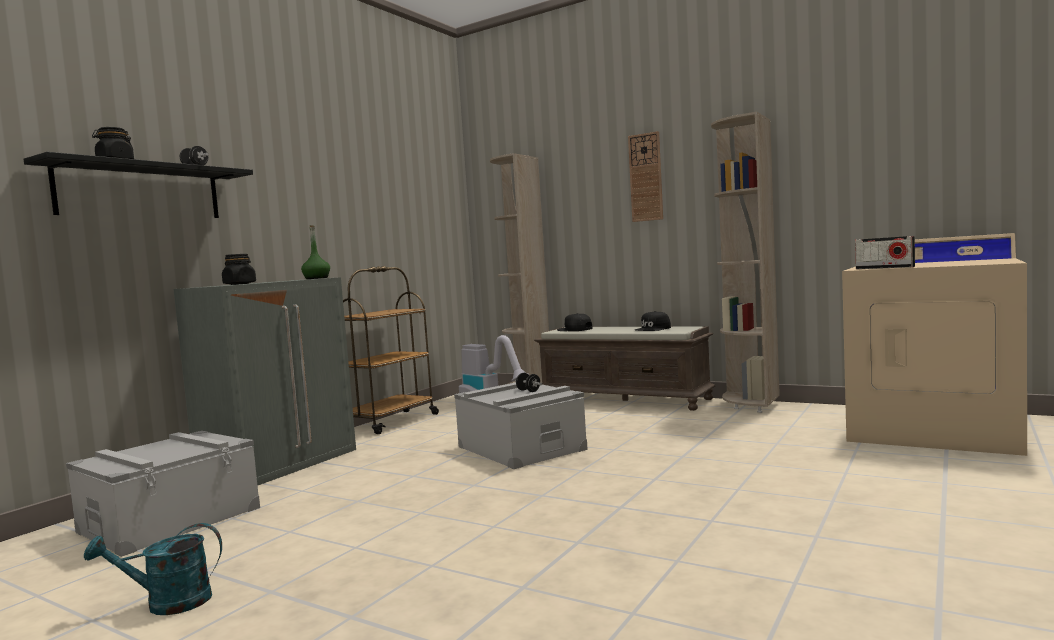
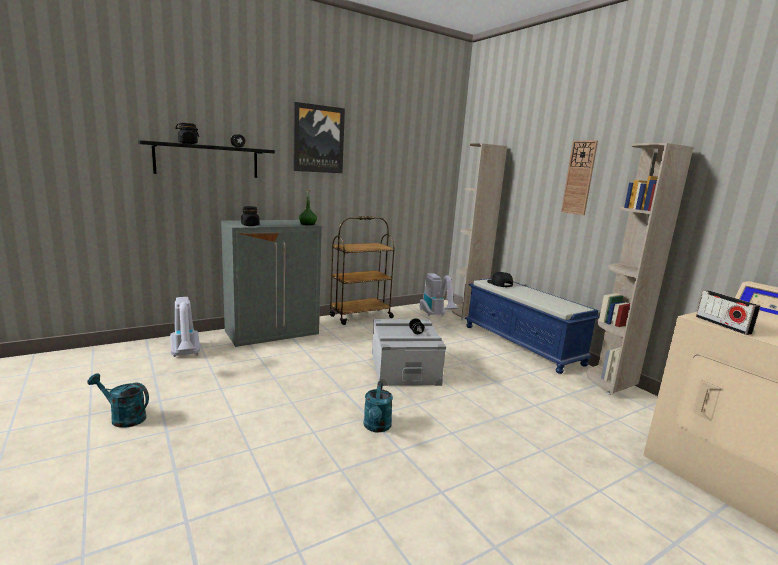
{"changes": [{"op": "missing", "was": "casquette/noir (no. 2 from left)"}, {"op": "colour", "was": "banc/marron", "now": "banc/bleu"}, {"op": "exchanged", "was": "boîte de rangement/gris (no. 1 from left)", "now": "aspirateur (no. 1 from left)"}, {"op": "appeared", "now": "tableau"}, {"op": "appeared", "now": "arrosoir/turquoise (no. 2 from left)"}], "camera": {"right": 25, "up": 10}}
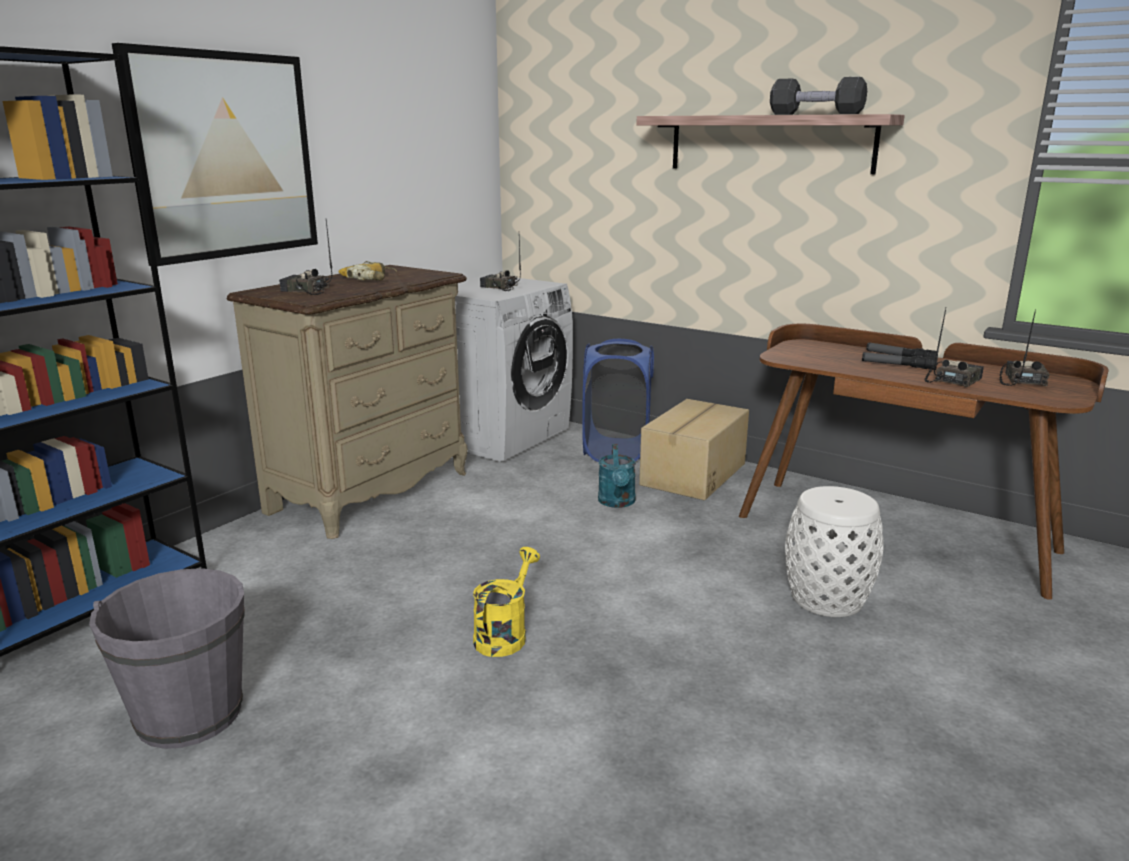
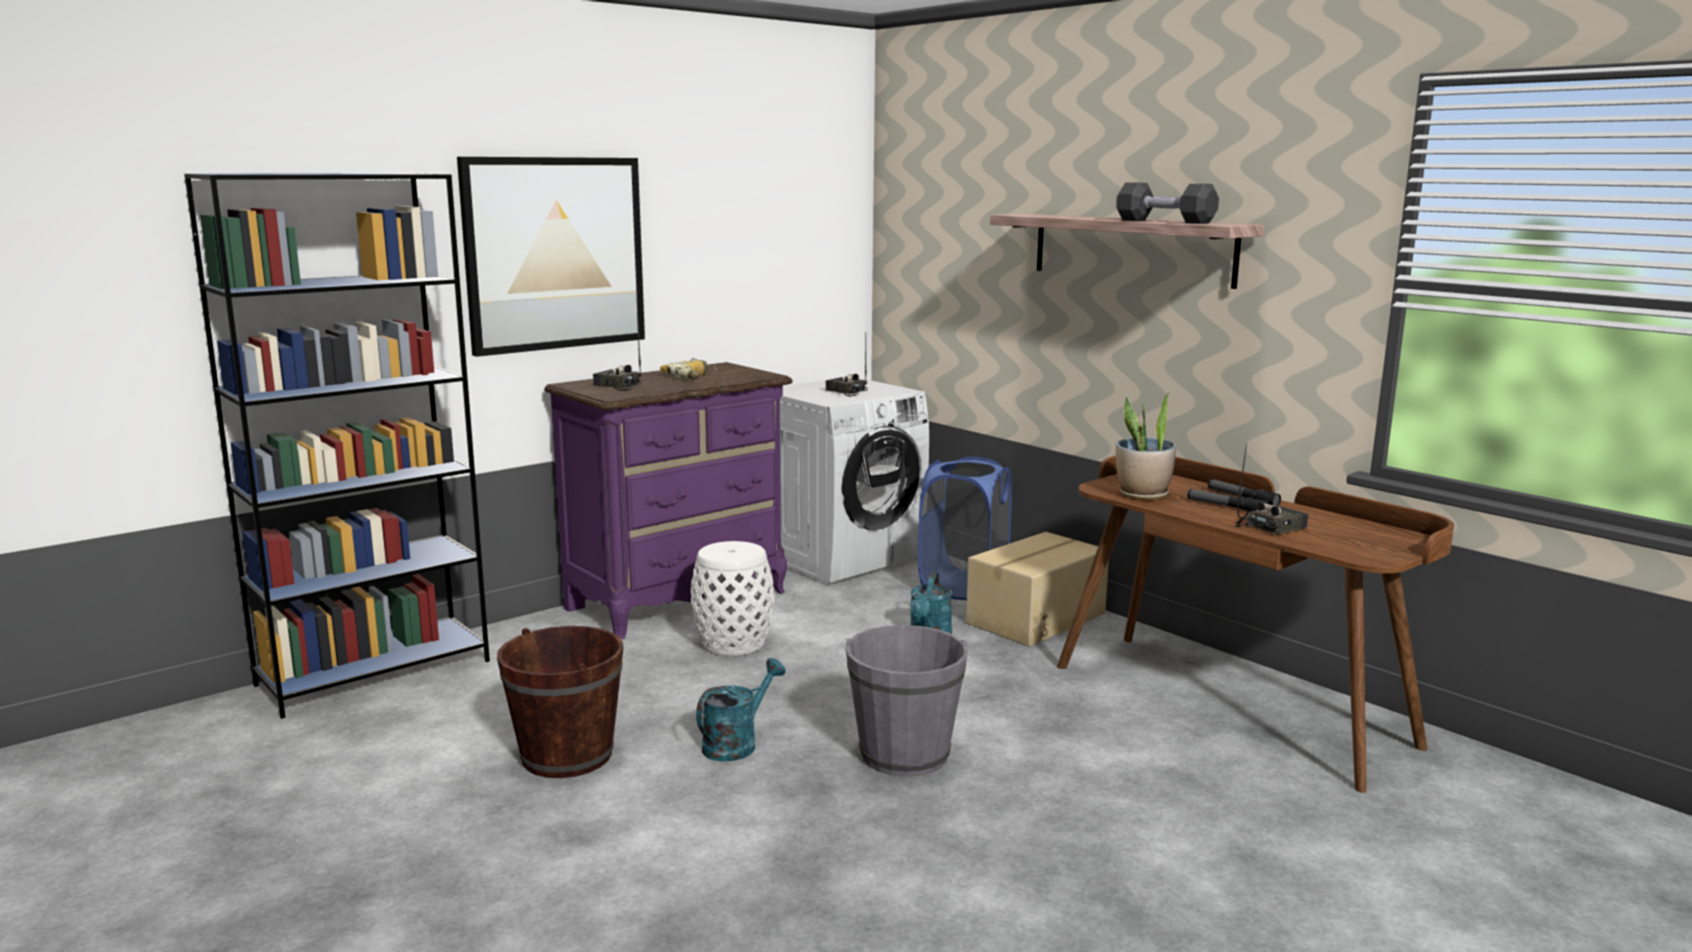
{"changes": [{"op": "colour", "was": "commode/beige", "now": "commode/violet"}, {"op": "missing", "was": "radio (no. 4 from left)"}, {"op": "relocated", "was": "tabouret/blanc"}, {"op": "colour", "was": "arrosoir/jaune", "now": "arrosoir/turquoise (no. 1 from left)"}, {"op": "relocated", "was": "seau/gris"}, {"op": "appeared", "now": "plante en pot"}, {"op": "appeared", "now": "seau/marron"}], "camera": {"right": 15, "up": -5}}
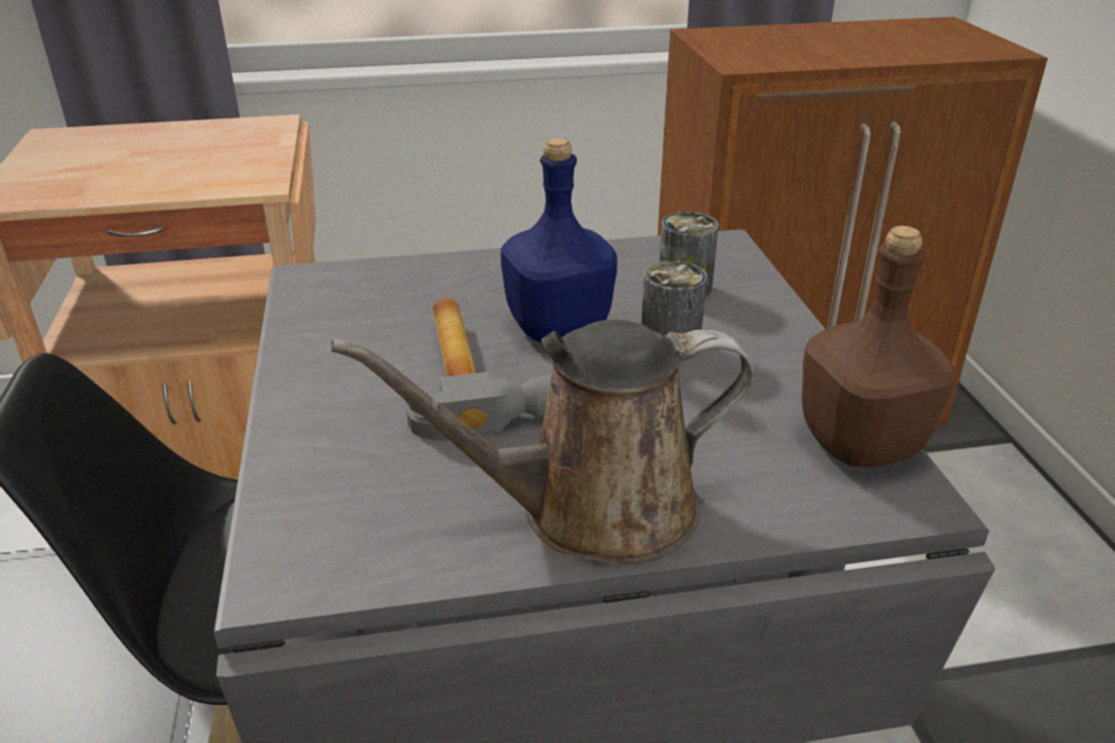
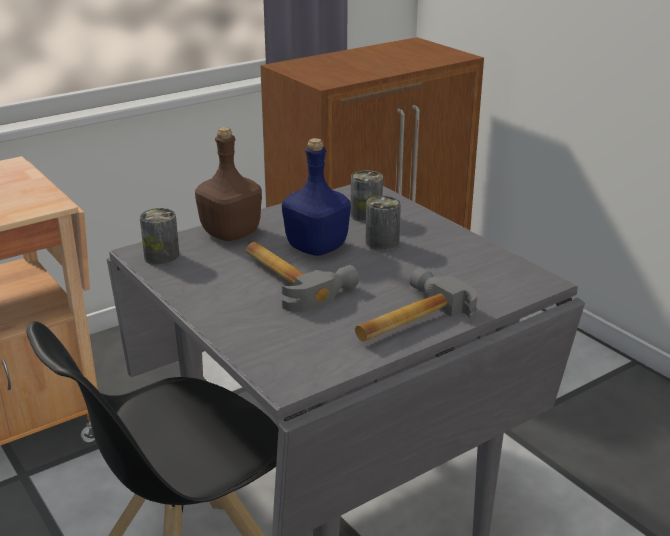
{"changes": [{"op": "relocated", "was": "bouteille/marron"}, {"op": "exchanged", "was": "arrosoir/marron", "now": "marteau (no. 2 from left)"}, {"op": "appeared", "now": "boîte métallique (no. 1 from left)"}], "camera": {"right": -25, "up": -5}}
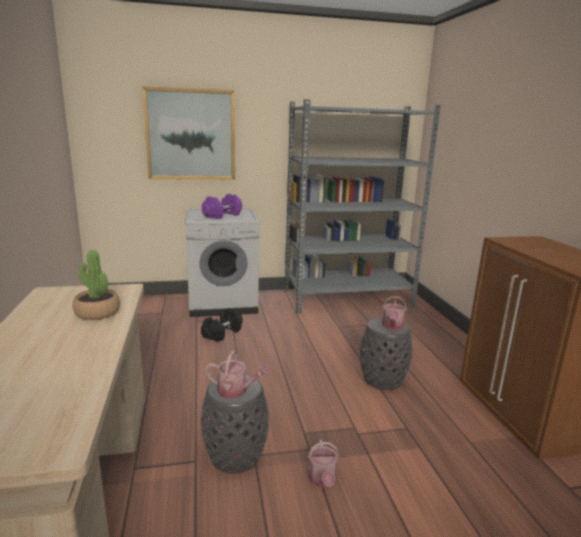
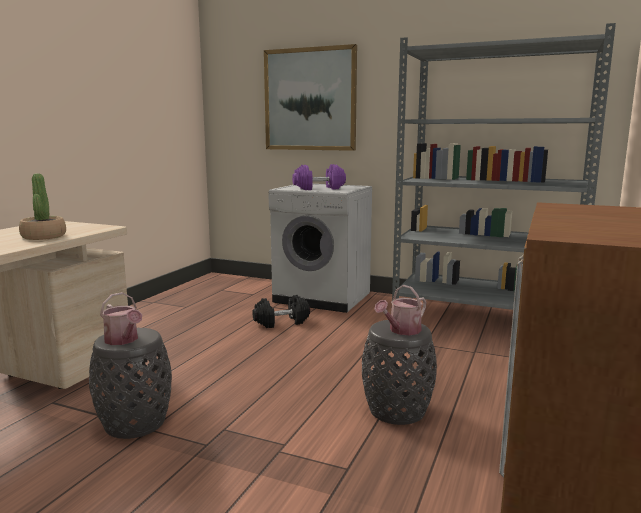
{"changes": [{"op": "missing", "was": "arrosoir (no. 2 from left)"}], "camera": {"right": 35, "up": -5}}
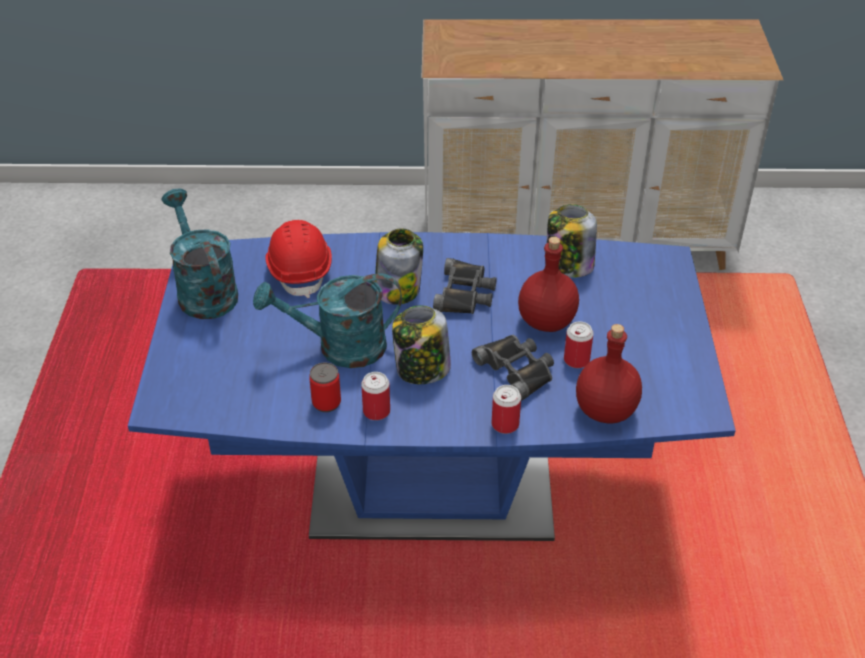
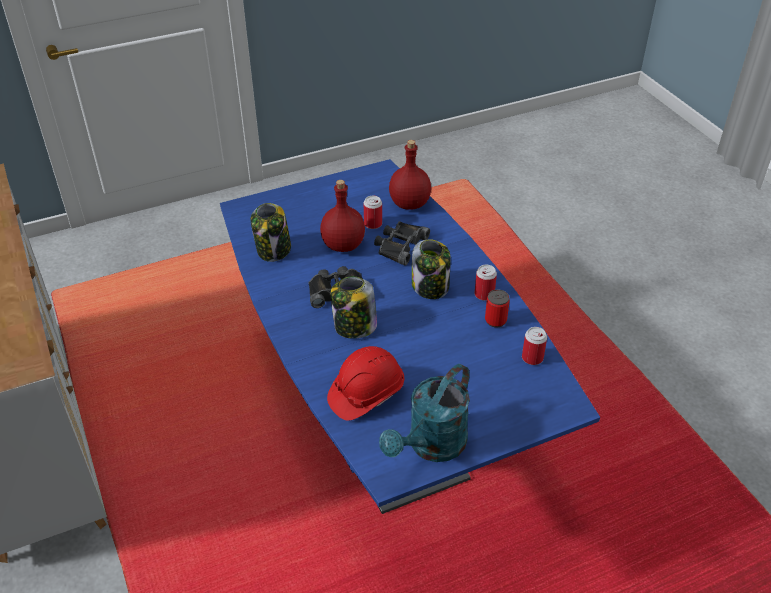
{"changes": [{"op": "missing", "was": "arrosoir/turquoise (no. 2 from left)"}, {"op": "relocated", "was": "boîte métallique (no. 3 from left in the first image)", "now": "boîte métallique (no. 4 from left)"}], "camera": {"right": -115, "up": 0}}
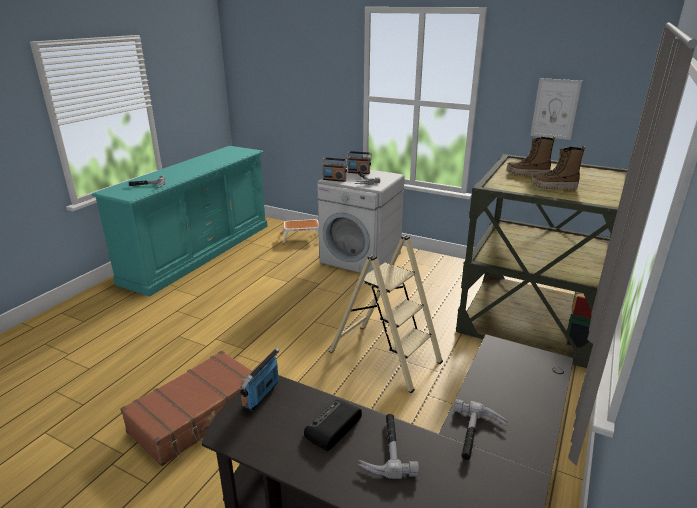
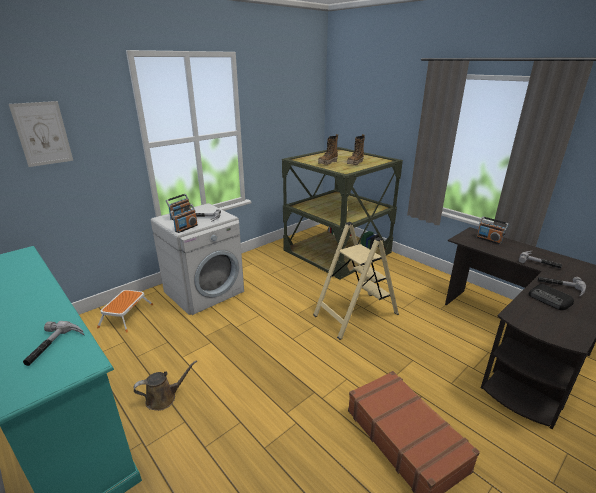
{"changes": [{"op": "relocated", "was": "tableau"}, {"op": "relocated", "was": "radio (no. 1 from left in the first image)", "now": "radio (no. 3 from left)"}, {"op": "appeared", "now": "arrosoir/marron"}], "camera": {"right": -70, "up": 0}}
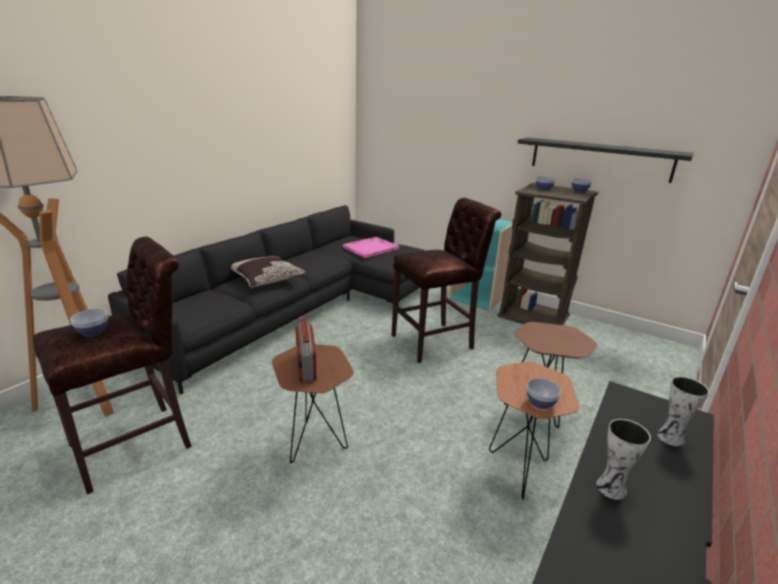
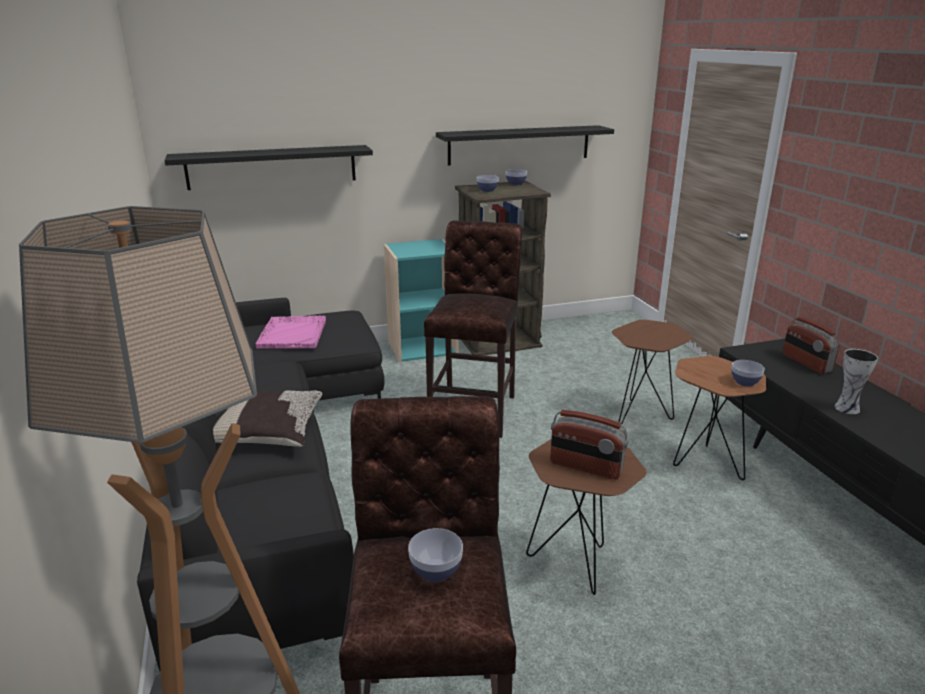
{"changes": [{"op": "exchanged", "was": "vase (no. 2 from left)", "now": "radio (no. 2 from left)"}, {"op": "appeared", "now": "étagère/noir (no. 1 from left)"}], "camera": {"right": -50, "up": 0}}
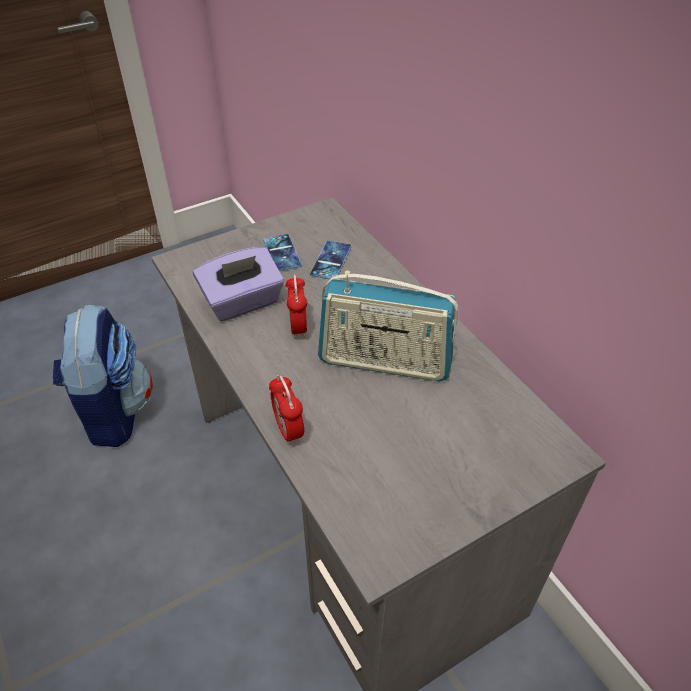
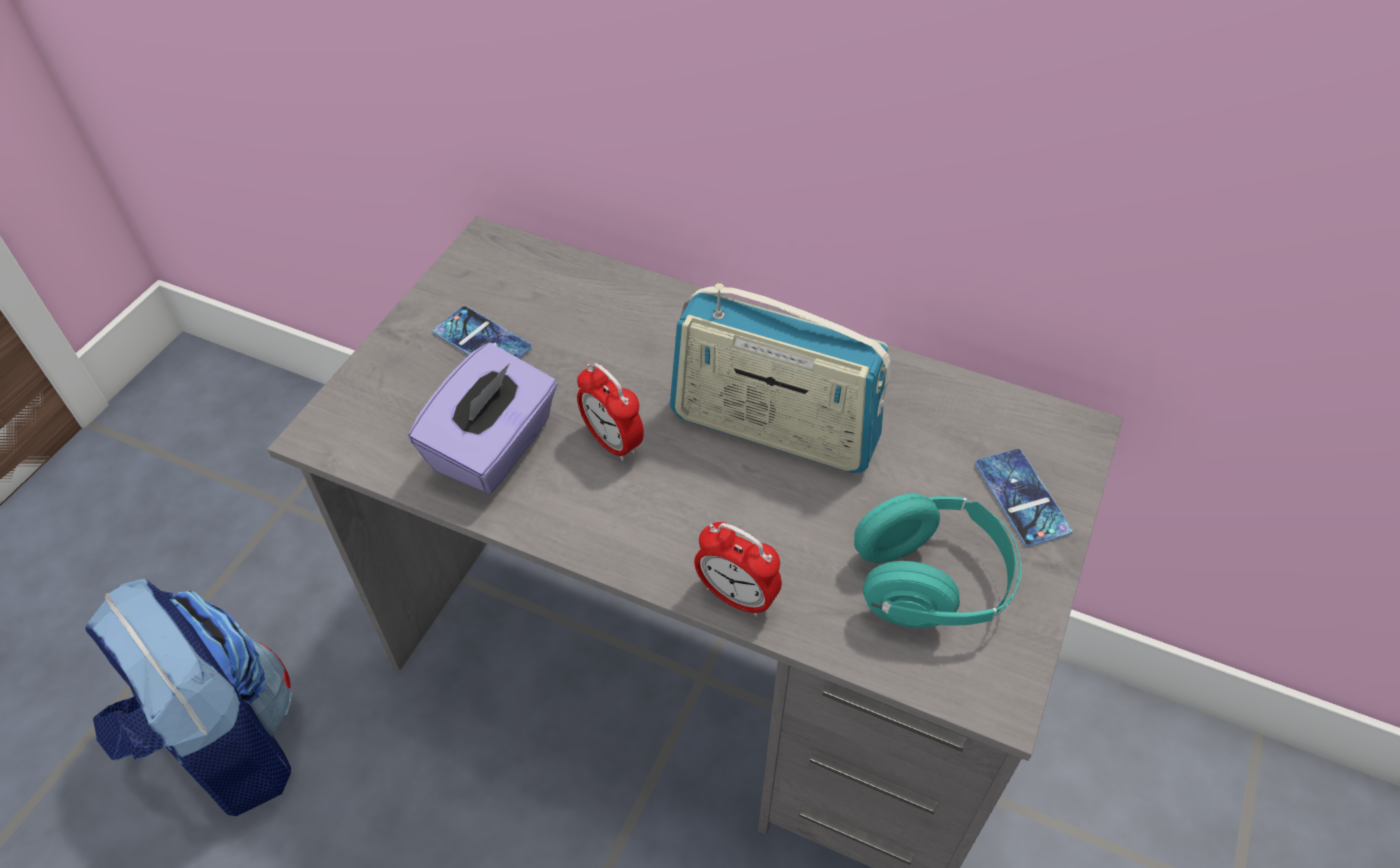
{"changes": [{"op": "relocated", "was": "téléphone (no. 2 from left)"}, {"op": "spun", "was": "radio", "clockwise": 45}, {"op": "appeared", "now": "casque audio/turquoise"}], "camera": {"right": -35, "up": 5}}
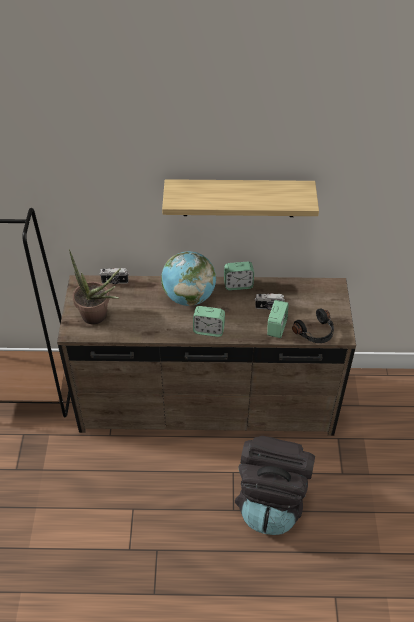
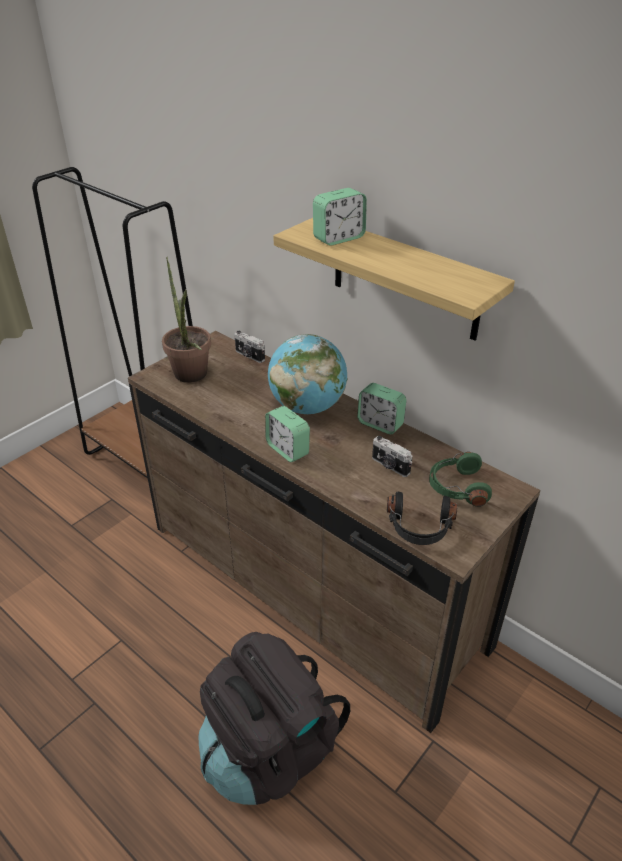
{"changes": [{"op": "relocated", "was": "réveil (no. 3 from left in the first image)", "now": "réveil (no. 2 from left)"}, {"op": "appeared", "now": "casque audio/vert"}], "camera": {"right": 40, "up": -10}}
